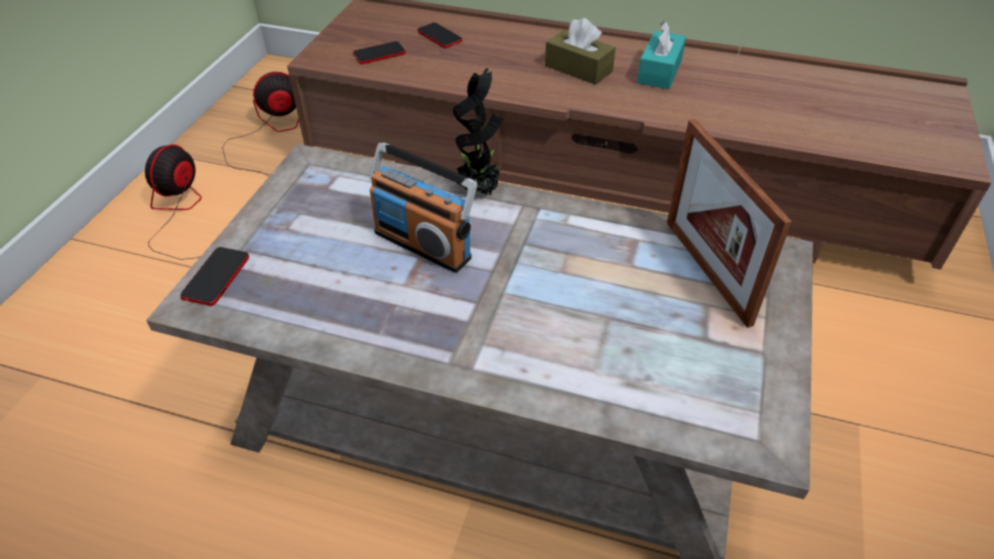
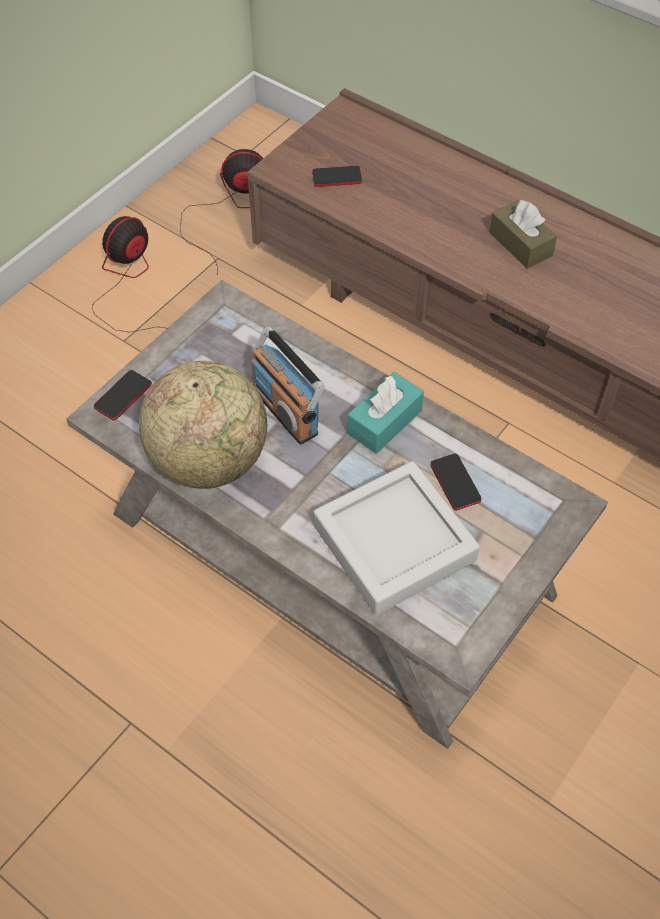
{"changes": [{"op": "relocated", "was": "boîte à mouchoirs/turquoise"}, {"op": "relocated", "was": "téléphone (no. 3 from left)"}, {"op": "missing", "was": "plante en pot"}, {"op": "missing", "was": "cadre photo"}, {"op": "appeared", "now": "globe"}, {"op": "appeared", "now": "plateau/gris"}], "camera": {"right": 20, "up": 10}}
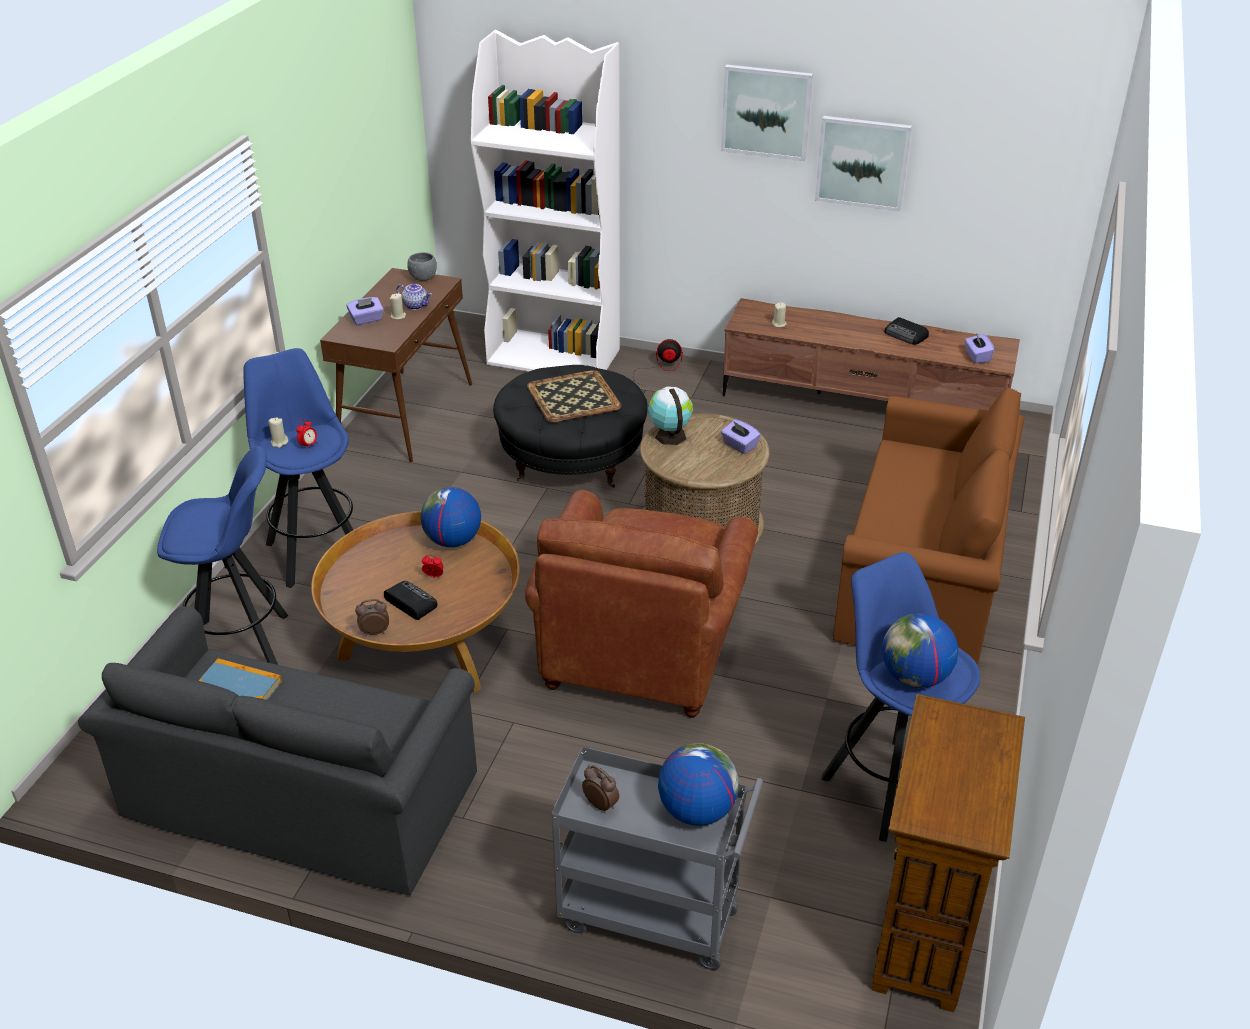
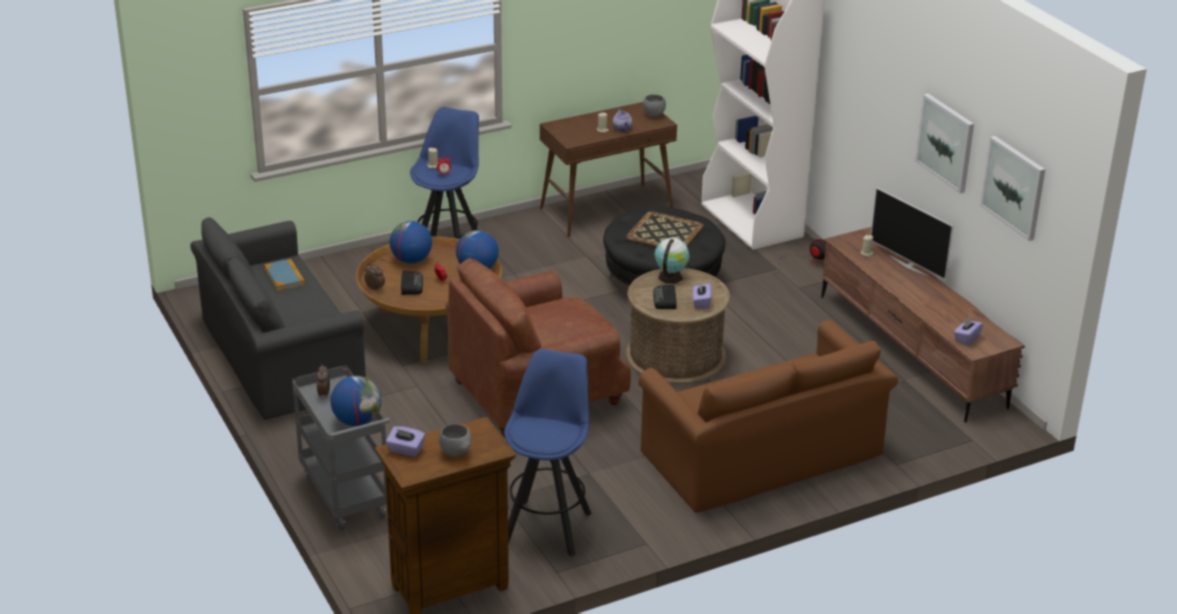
{"changes": [{"op": "relocated", "was": "tableau (no. 1 from left in the first image)", "now": "tableau (no. 2 from left)"}, {"op": "relocated", "was": "boîte à mouchoirs/violet (no. 1 from left)"}, {"op": "relocated", "was": "radio (no. 2 from left)"}, {"op": "missing", "was": "tabouret/bleu (no. 1 from left)"}, {"op": "relocated", "was": "globe (no. 4 from left in the first image)", "now": "globe (no. 2 from left)"}, {"op": "appeared", "now": "téléviseur"}, {"op": "appeared", "now": "bol/gris (no. 1 from left)"}], "camera": {"right": 45, "up": -5}}
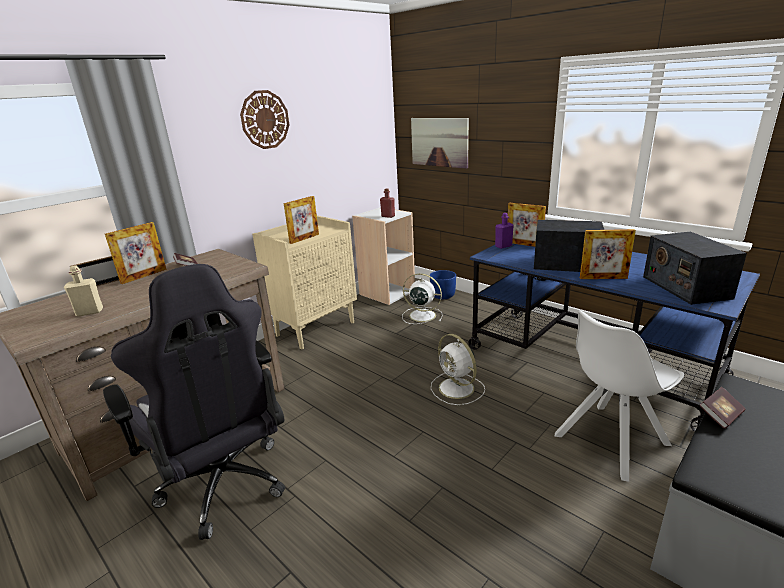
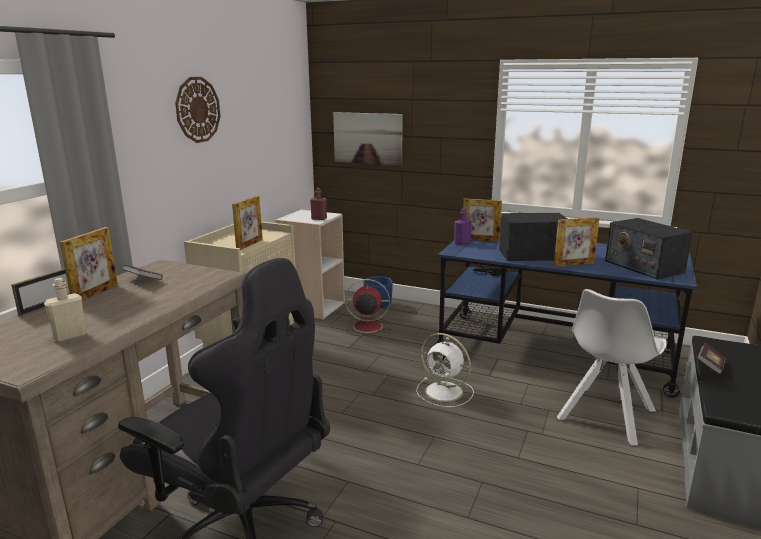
{"changes": [{"op": "colour", "was": "ventilateur/blanc (no. 1 from left)", "now": "ventilateur/rouge"}], "camera": {"right": -20, "up": -5}}
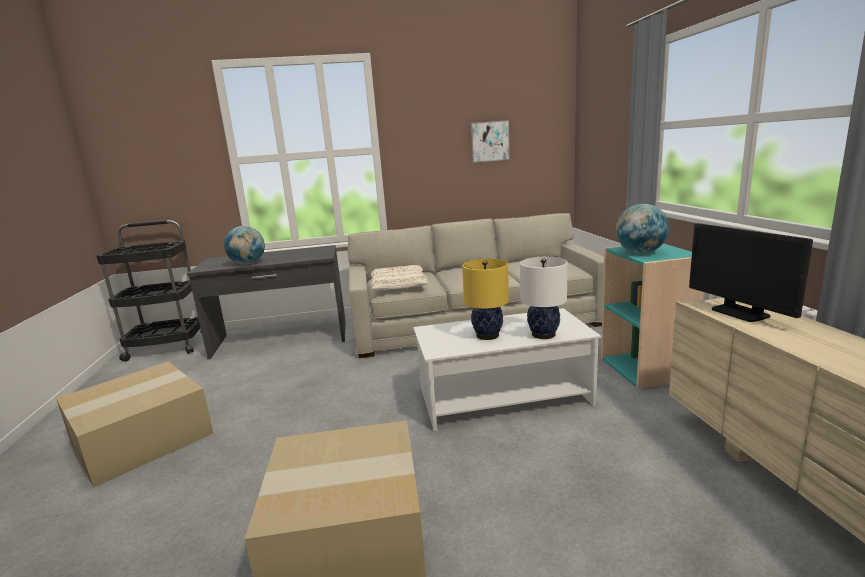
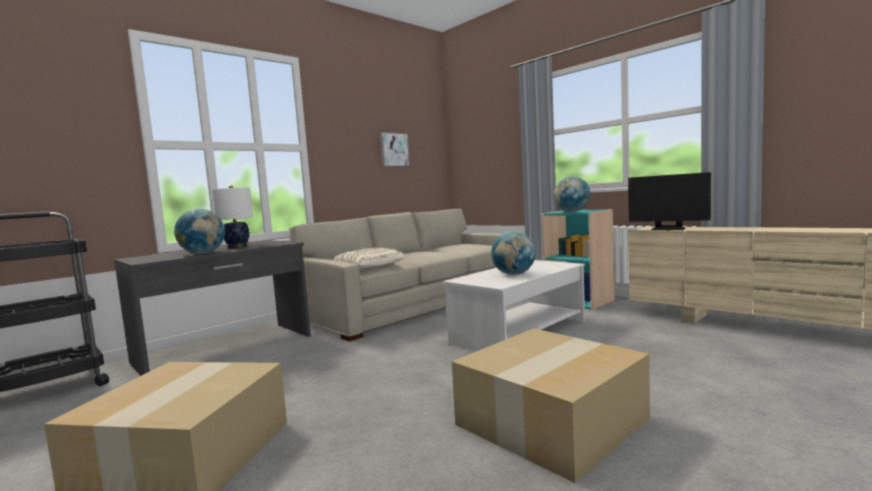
{"changes": [{"op": "relocated", "was": "lampe de table/blanc"}, {"op": "exchanged", "was": "lampe de table/jaune", "now": "globe (no. 2 from left)"}], "camera": {"right": -35, "up": -10}}
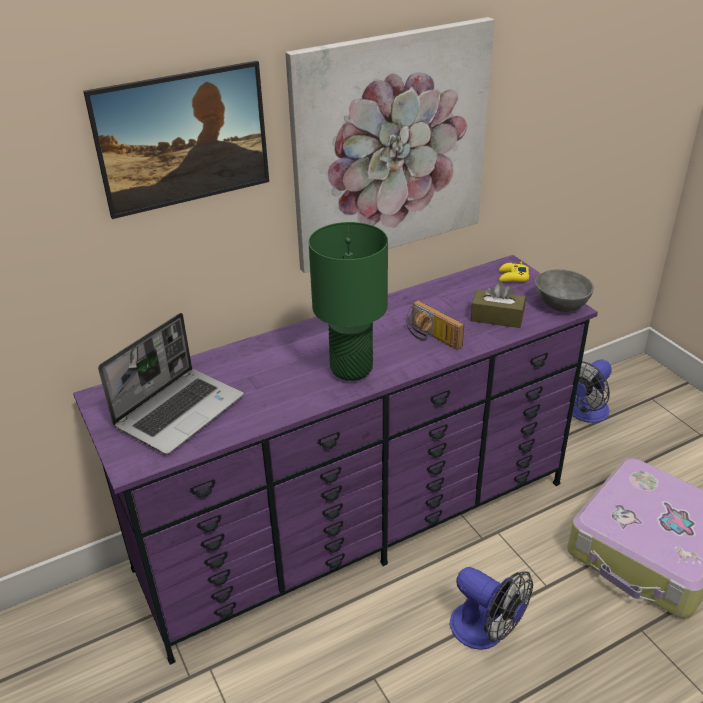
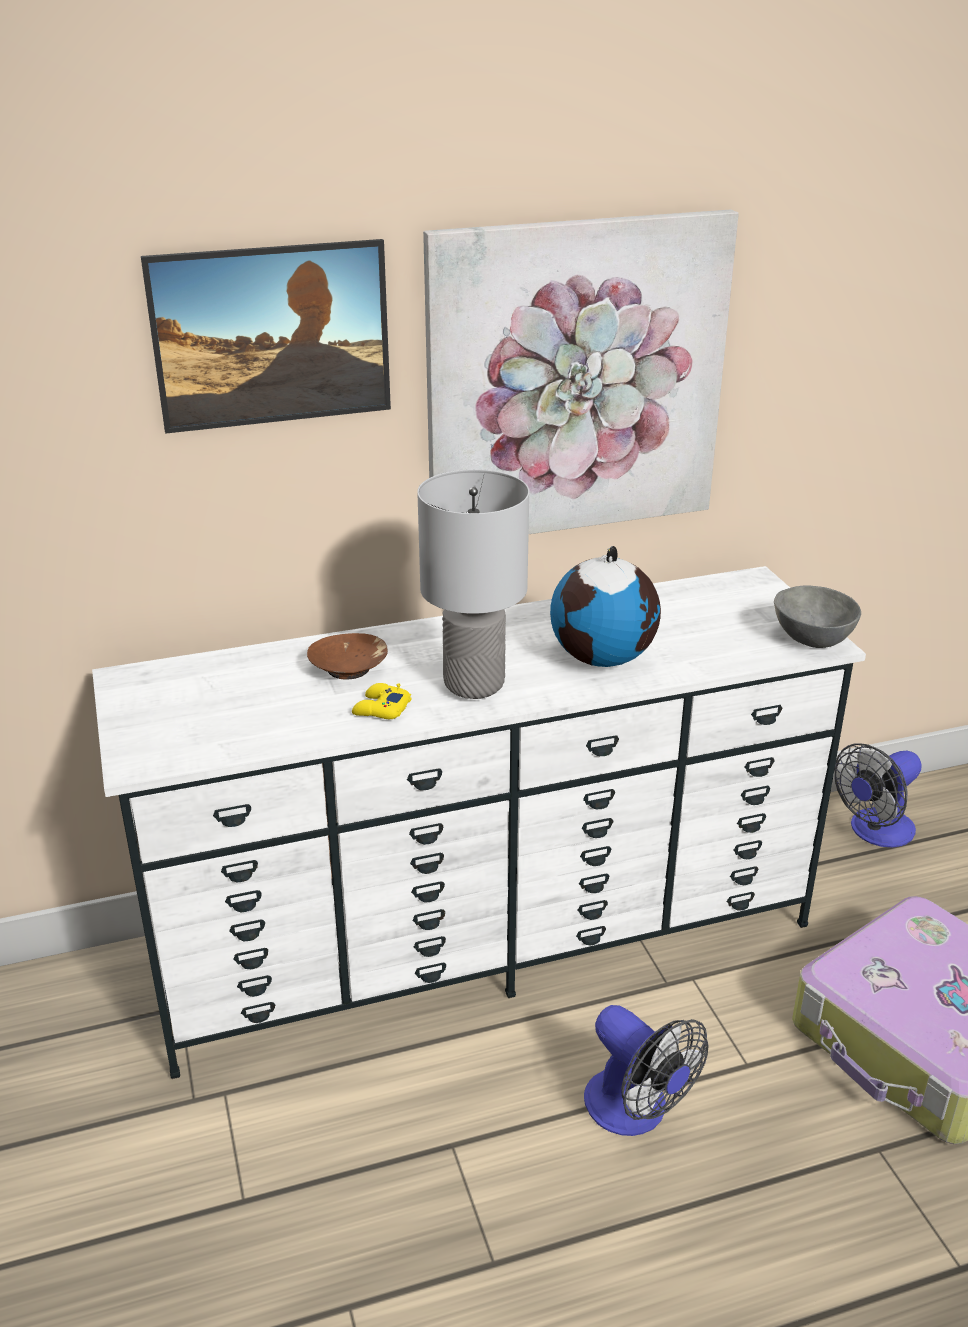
{"changes": [{"op": "colour", "was": "lampe de table/vert", "now": "lampe de table/gris"}, {"op": "colour", "was": "commode/violet", "now": "commode/blanc"}, {"op": "relocated", "was": "manette/jaune"}, {"op": "missing", "was": "boîte à mouchoirs/marron"}, {"op": "exchanged", "was": "radio", "now": "globe"}, {"op": "missing", "was": "ordinateur portable"}, {"op": "appeared", "now": "bol/marron"}], "camera": {"right": 10, "up": -5}}
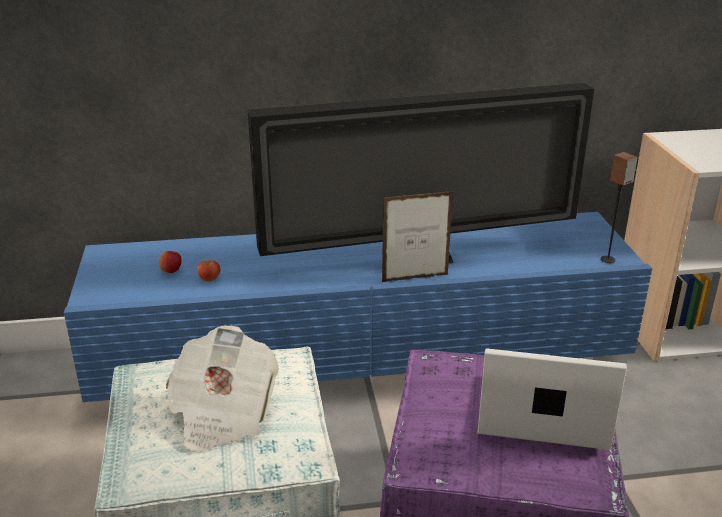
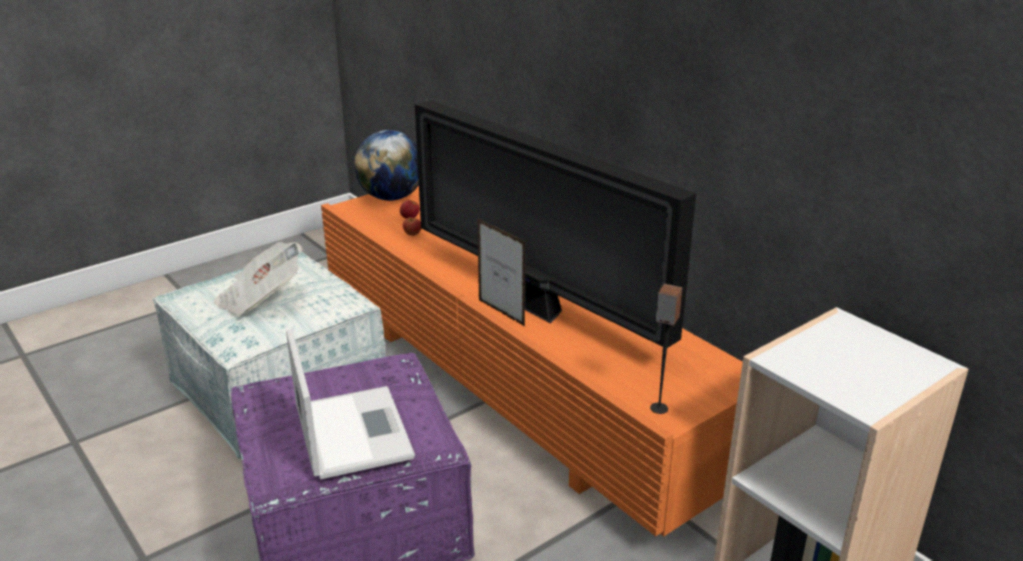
{"changes": [{"op": "colour", "was": "meuble télé/bleu", "now": "meuble télé/orange"}, {"op": "appeared", "now": "globe"}], "camera": {"right": 60, "up": 0}}
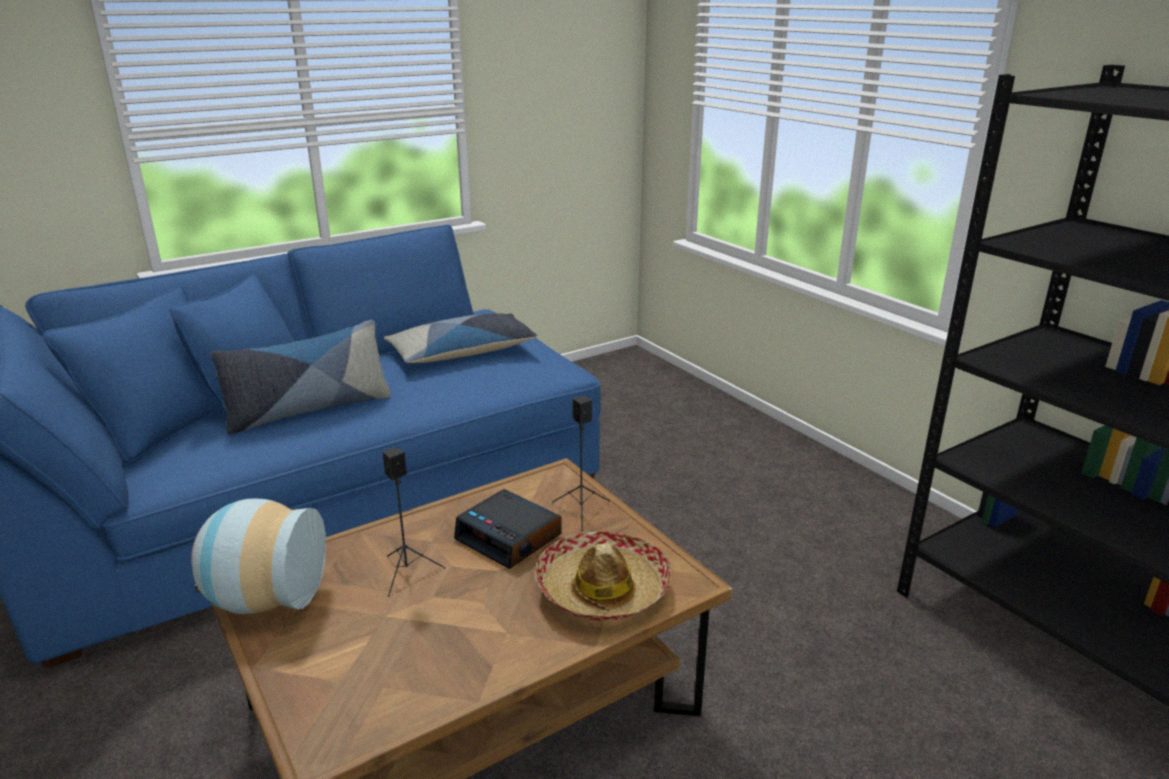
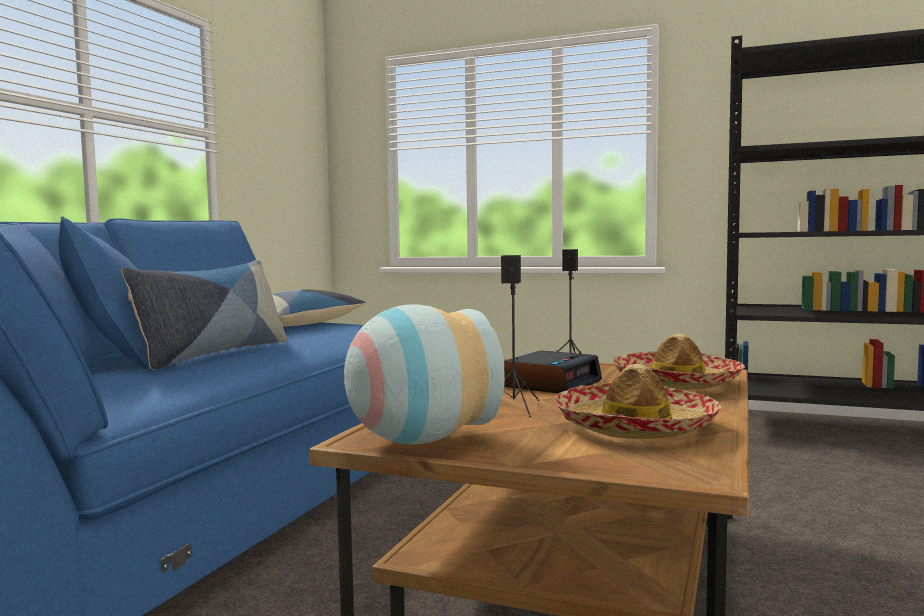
{"changes": [{"op": "spun", "was": "réveil", "clockwise": -60}, {"op": "appeared", "now": "chapeau (no. 1 from left)"}], "camera": {"right": -35, "up": -20}}
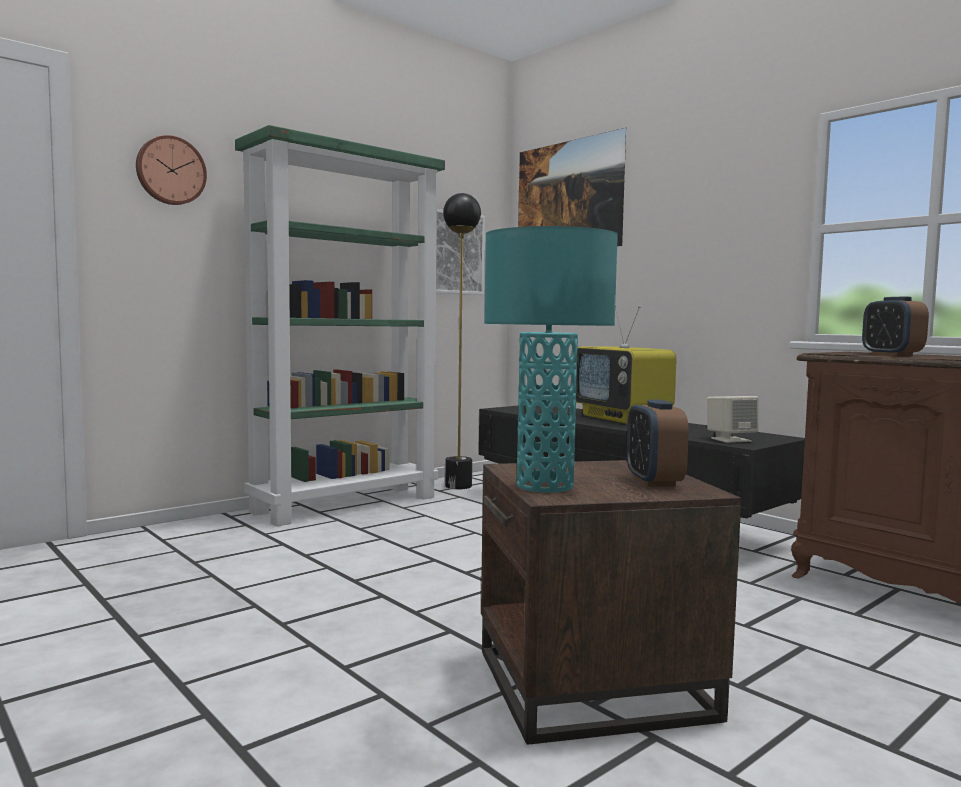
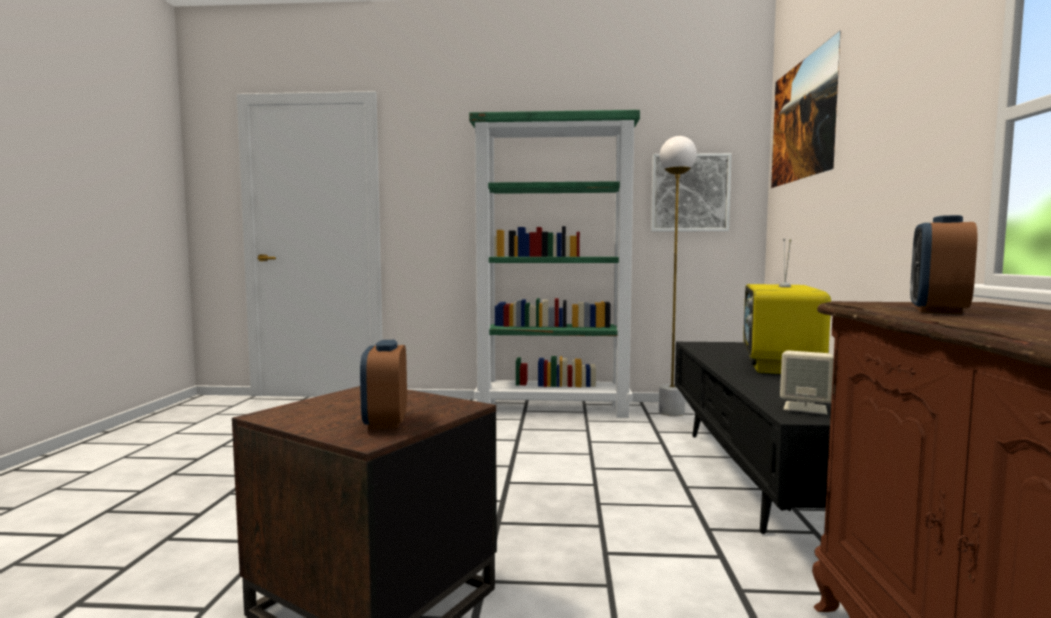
{"changes": [{"op": "missing", "was": "horloge murale"}, {"op": "colour", "was": "lampadaire/noir", "now": "lampadaire/blanc"}, {"op": "missing", "was": "lampe de table/turquoise"}, {"op": "spun", "was": "réveil (no. 1 from left)", "clockwise": -45}], "camera": {"right": 45, "up": 0}}
